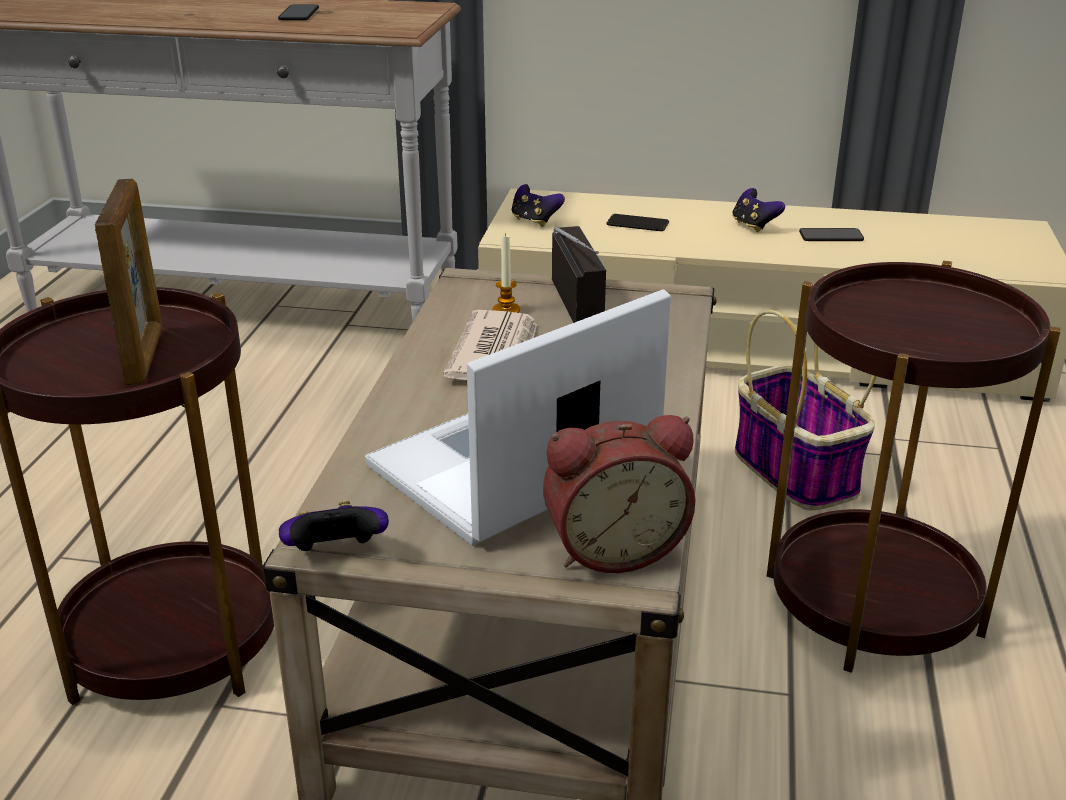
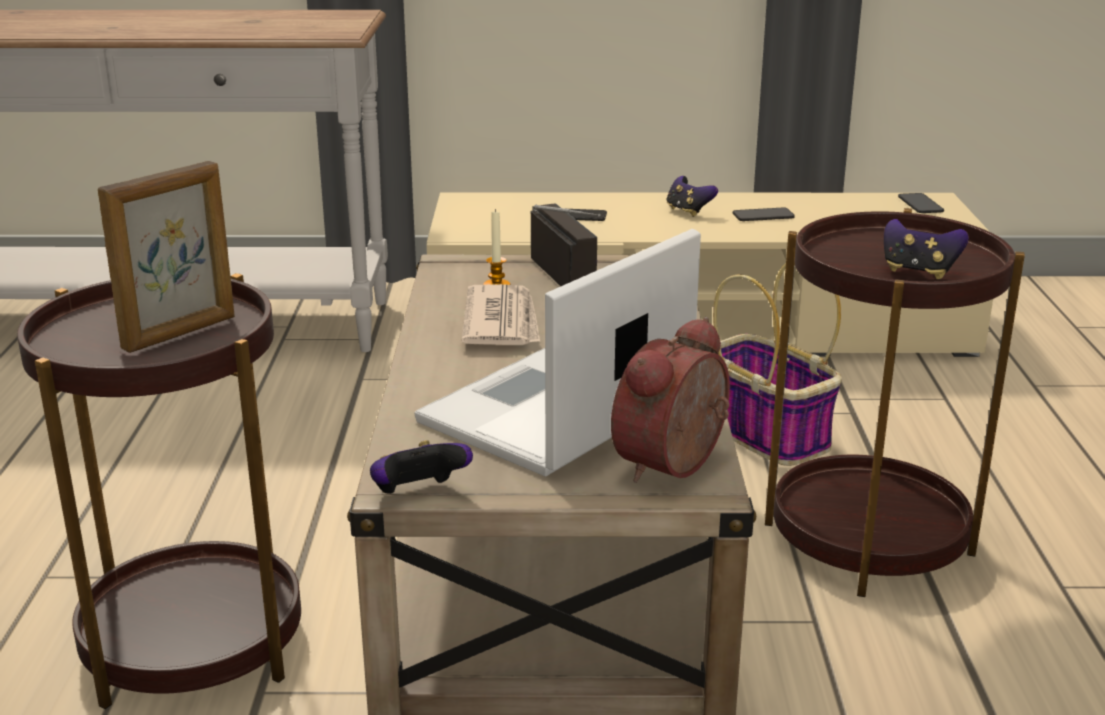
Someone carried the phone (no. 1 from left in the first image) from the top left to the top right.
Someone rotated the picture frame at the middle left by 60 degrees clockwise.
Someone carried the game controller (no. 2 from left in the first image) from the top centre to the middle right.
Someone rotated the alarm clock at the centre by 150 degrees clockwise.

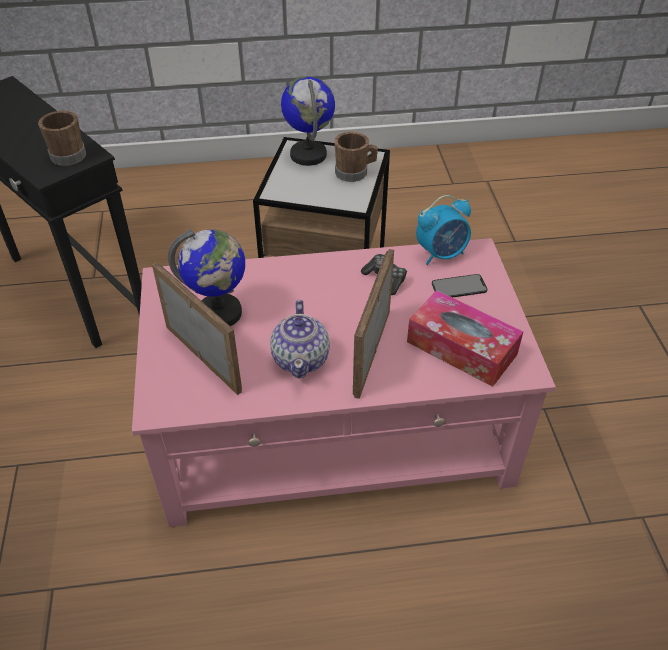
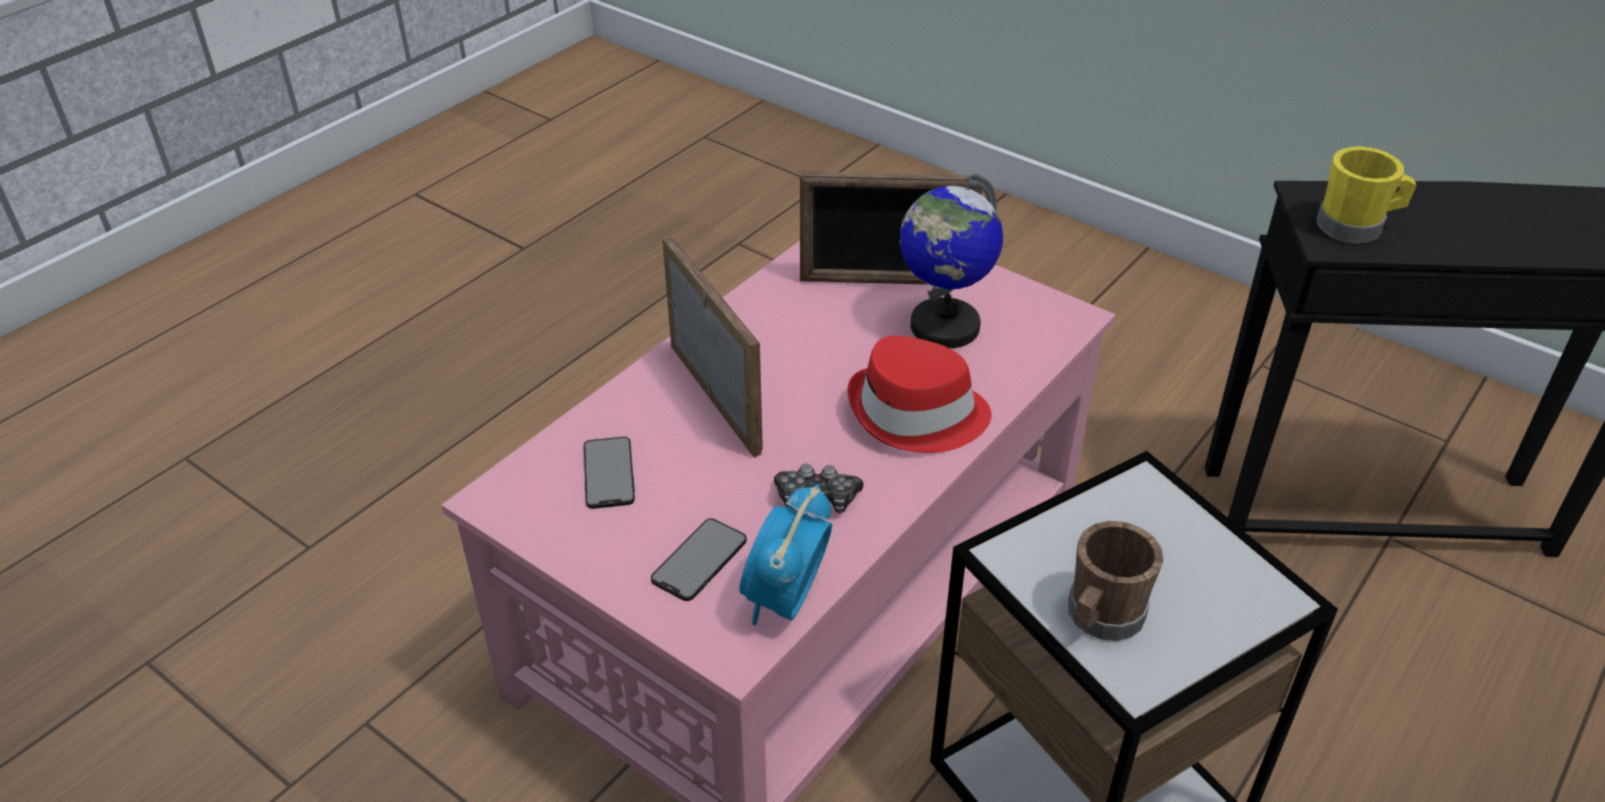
Someone took away the globe (no. 2 from left) at the top centre.
Someone repainted the brown mug (no. 1 from left) at the top left, which became the yellow mug at the top right.
Someone swapped the tissue box at the middle right for the phone (no. 1 from left) at the centre.
Someone took away the teapot at the centre.
Someone put down the red hat at the centre.

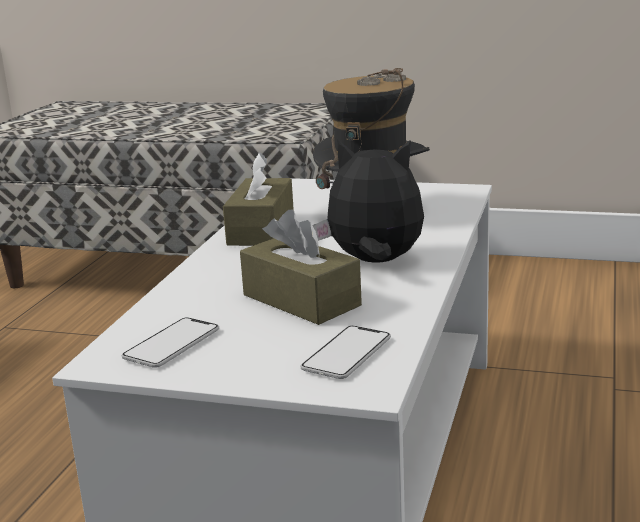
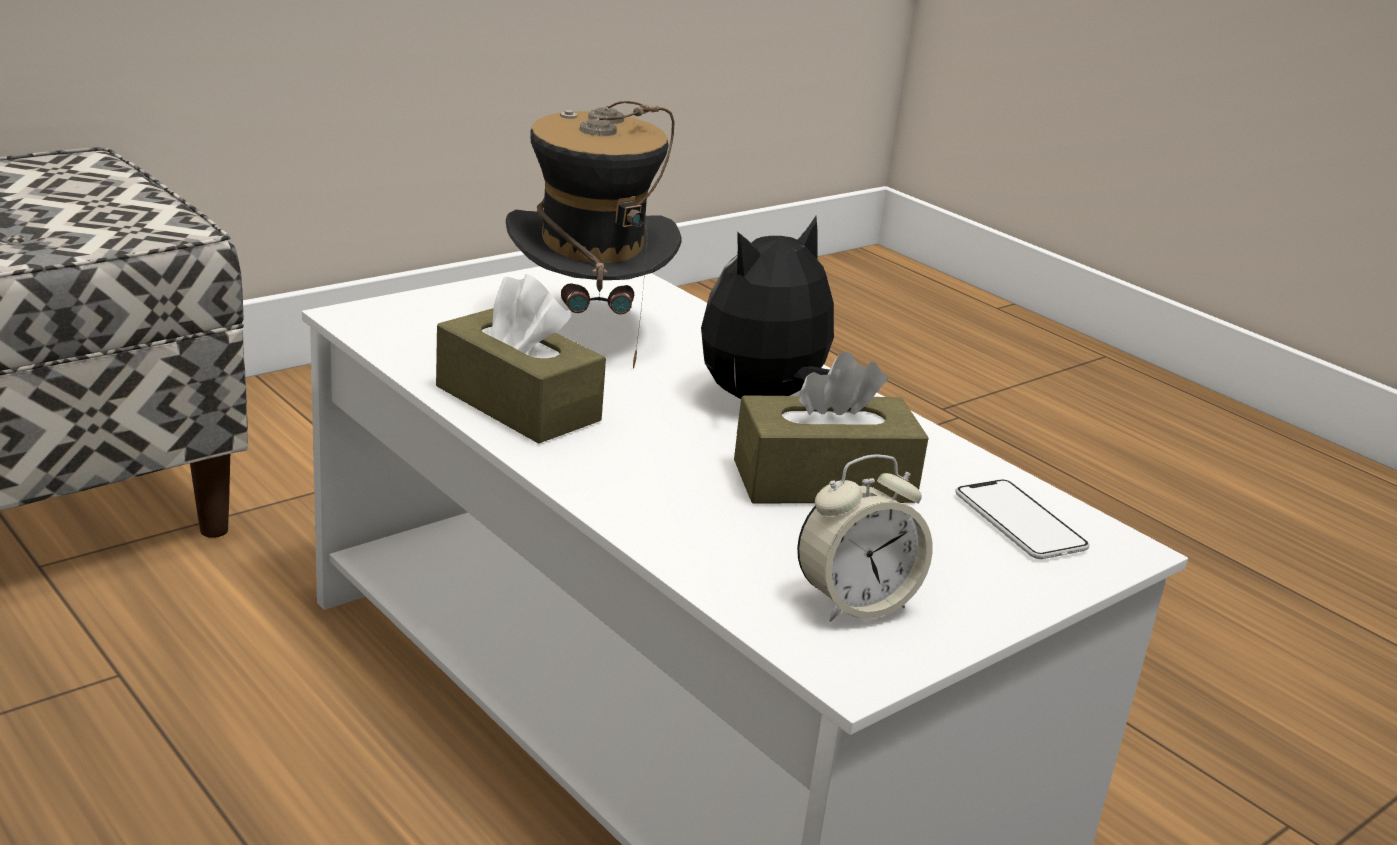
Someone swapped the phone (no. 1 from left) at the middle left for the alarm clock at the centre.

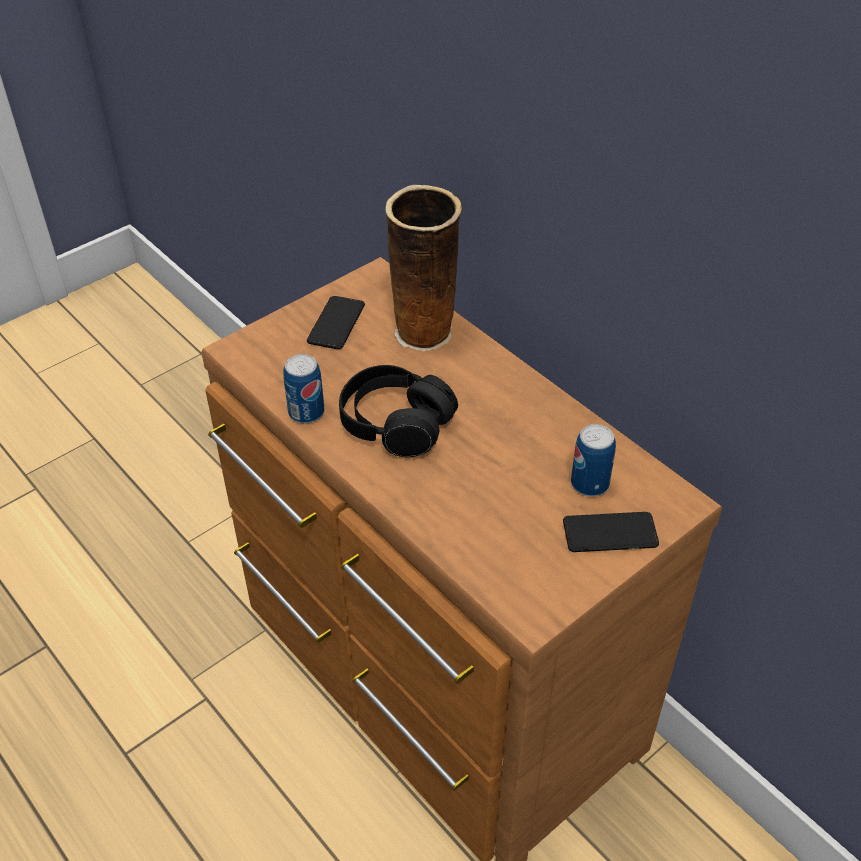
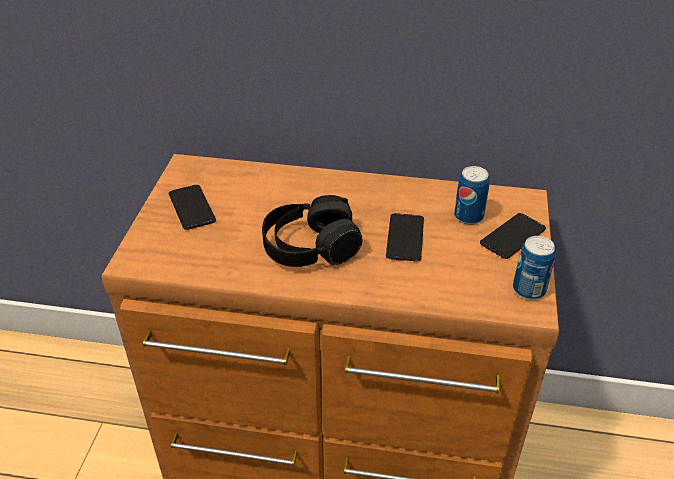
Someone took away the vase at the top centre.
Someone carried the can (no. 1 from left in the first image) from the centre to the middle right.
Someone put down the phone (no. 2 from left) at the centre.

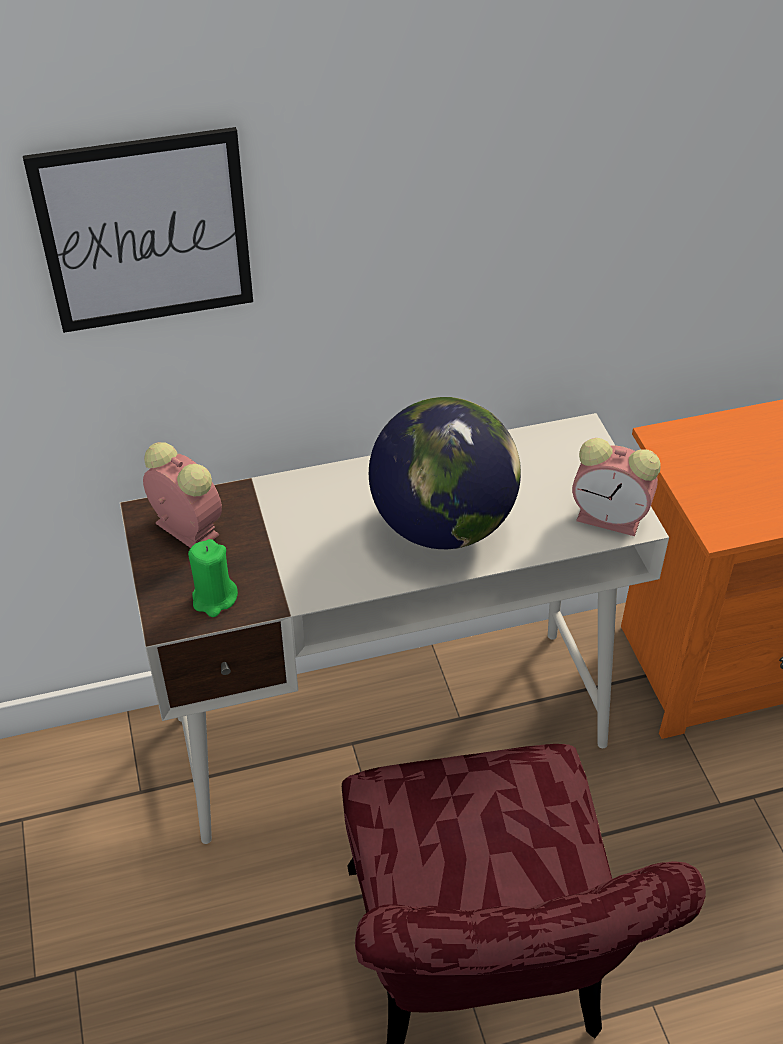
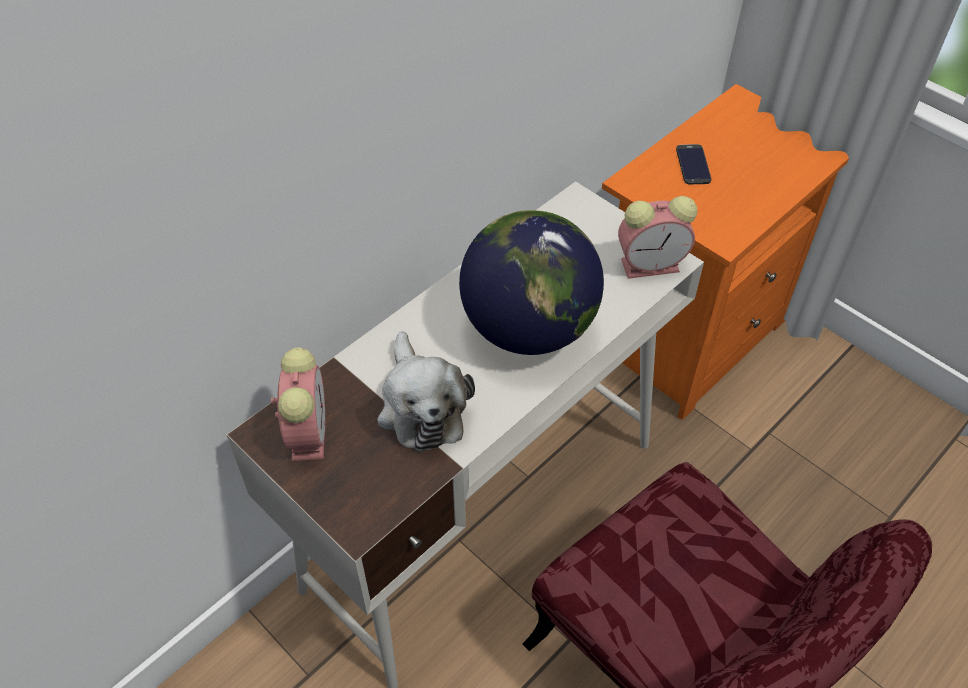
Someone took away the picture at the top left.
Someone rotated the alarm clock (no. 1 from left) at the middle left by 75 degrees clockwise.
Someone took away the green candle at the middle left.
Someone put down the phone at the top right.
Someone put down the plush toy at the centre.

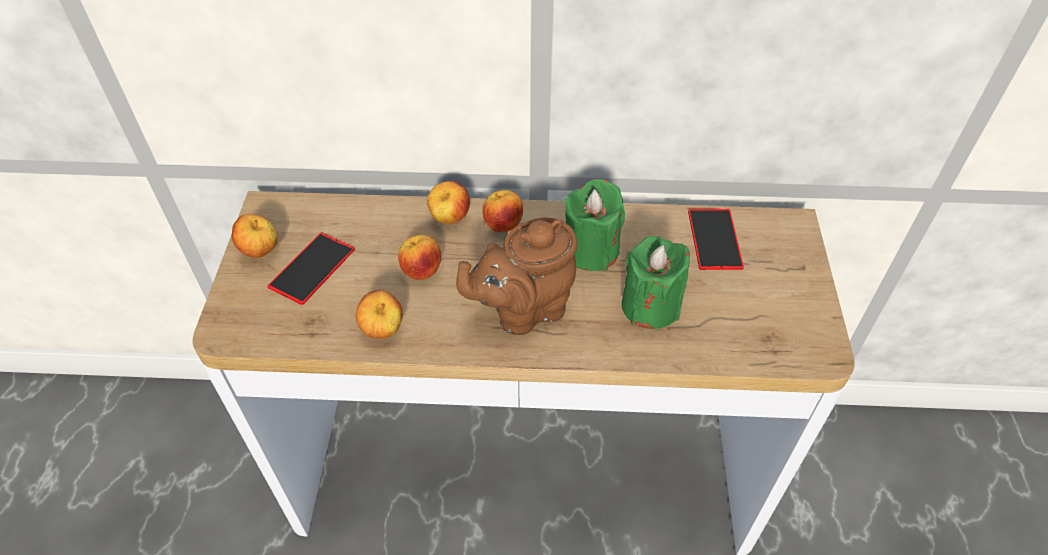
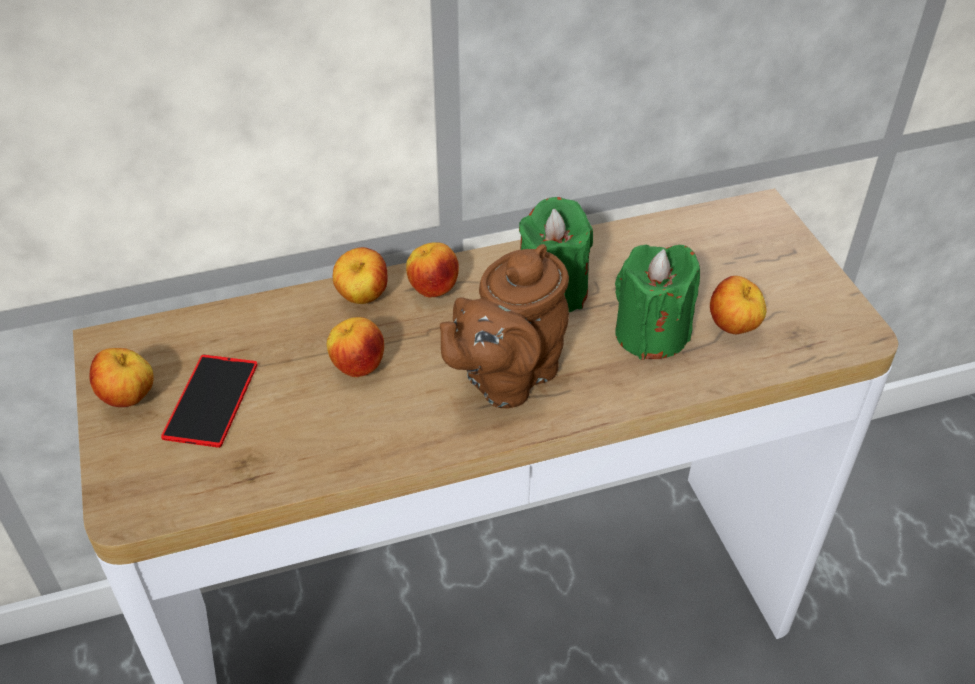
Someone took away the phone (no. 2 from left) at the middle right.
Someone carried the apple (no. 2 from left in the first image) from the centre to the middle right.

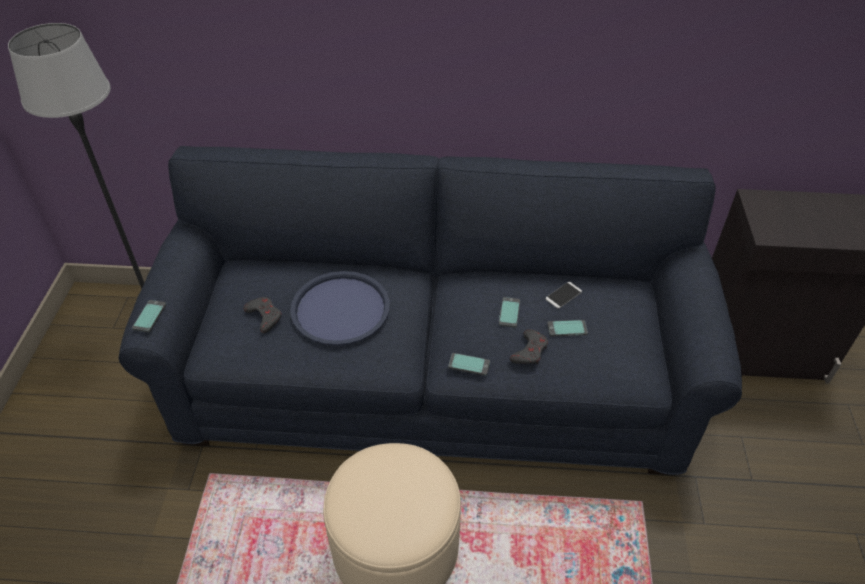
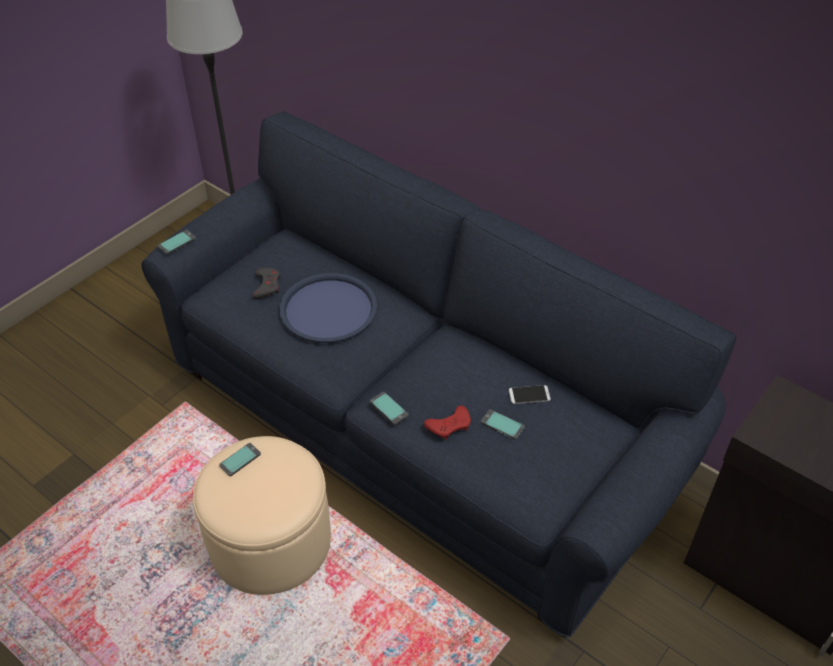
Someone carried the phone (no. 3 from left in the first image) from the centre to the bottom left.
Someone repainted the grey game controller (no. 2 from left) at the centre, which became the red game controller at the centre.

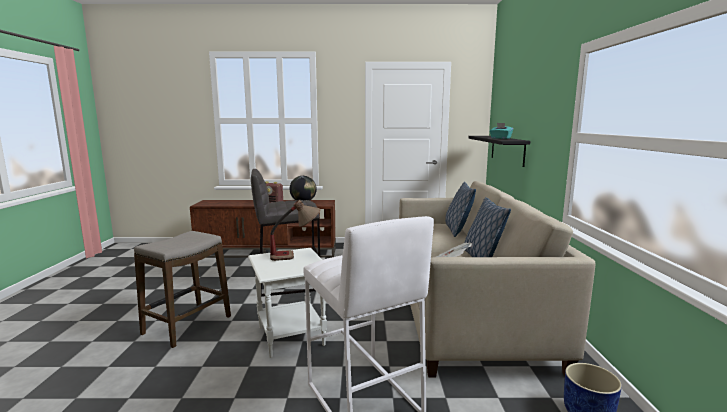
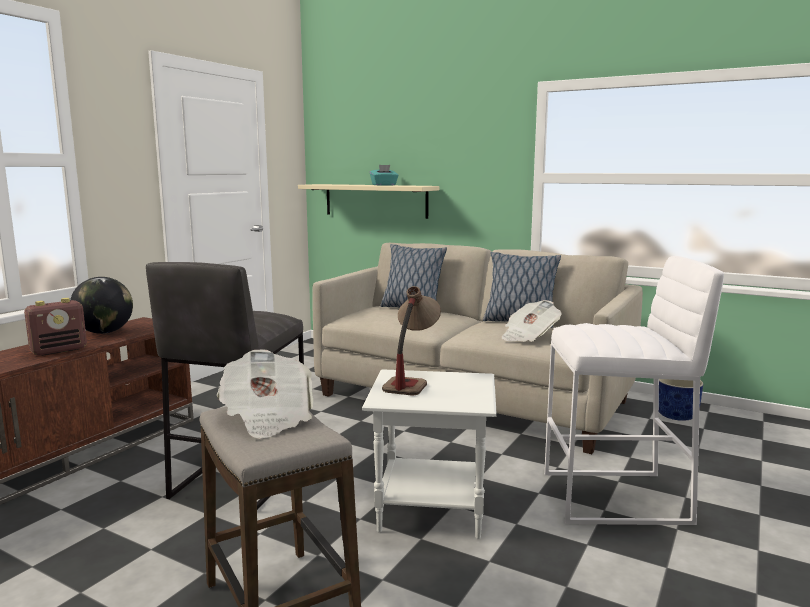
Someone repainted the black shelf at the middle right, which became the beige shelf at the top centre.
Someone put down the newspaper (no. 1 from left) at the middle left.

